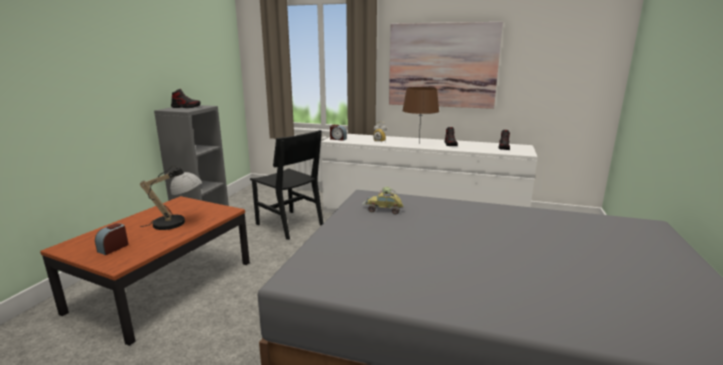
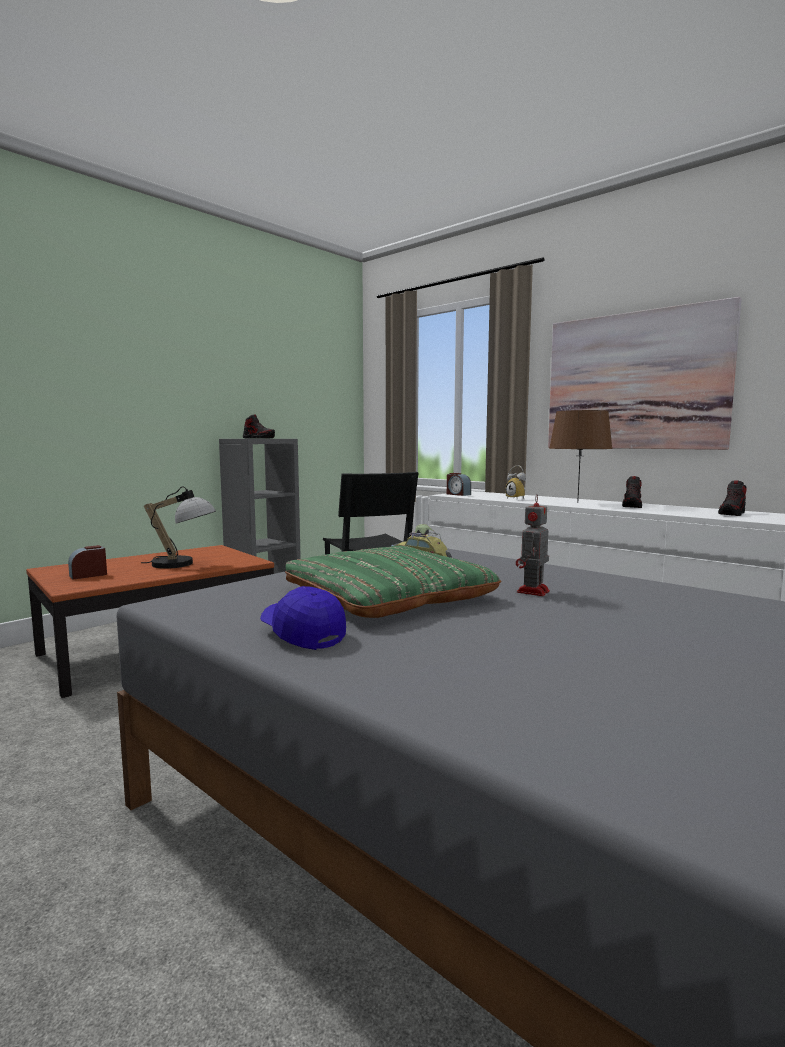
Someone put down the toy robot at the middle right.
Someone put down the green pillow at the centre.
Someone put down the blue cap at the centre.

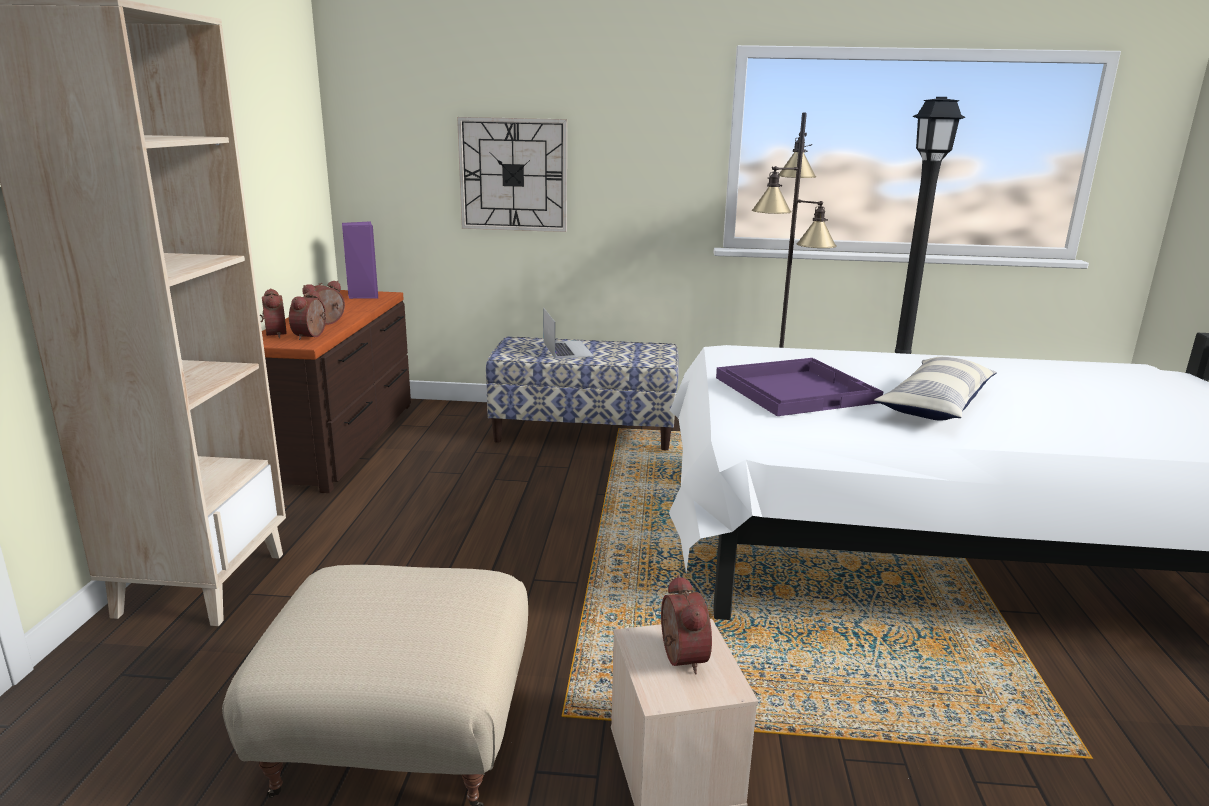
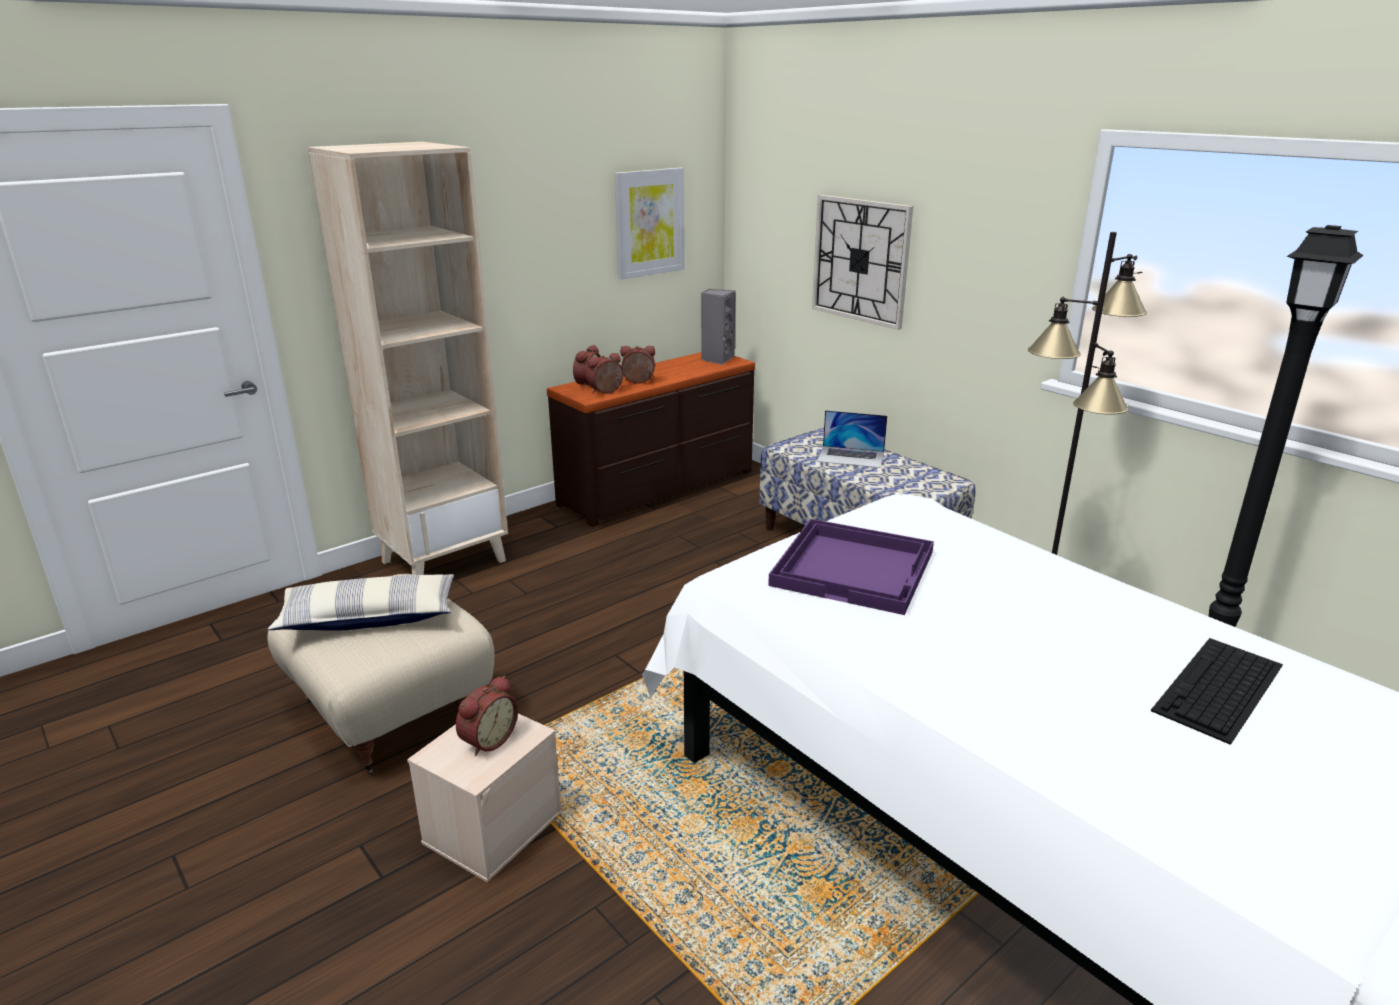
Someone repainted the purple speaker at the top left, which became the grey speaker at the top centre.
Someone rotated the laptop at the centre by 75 degrees clockwise.
Someone carried the pillow from the middle right to the middle left.
Someone put up the picture at the top centre.
Someone put down the keyboard at the bottom right.

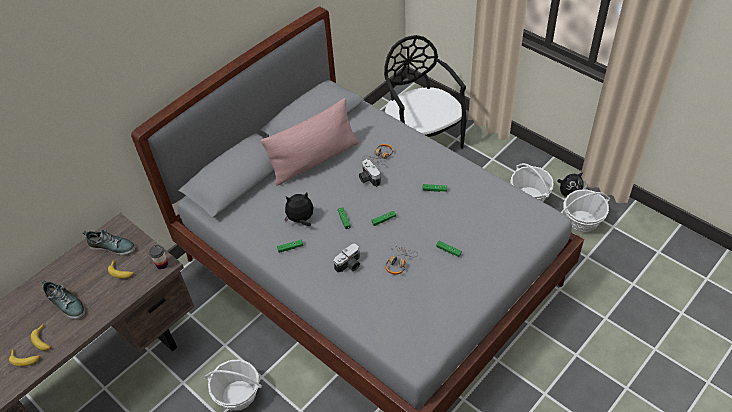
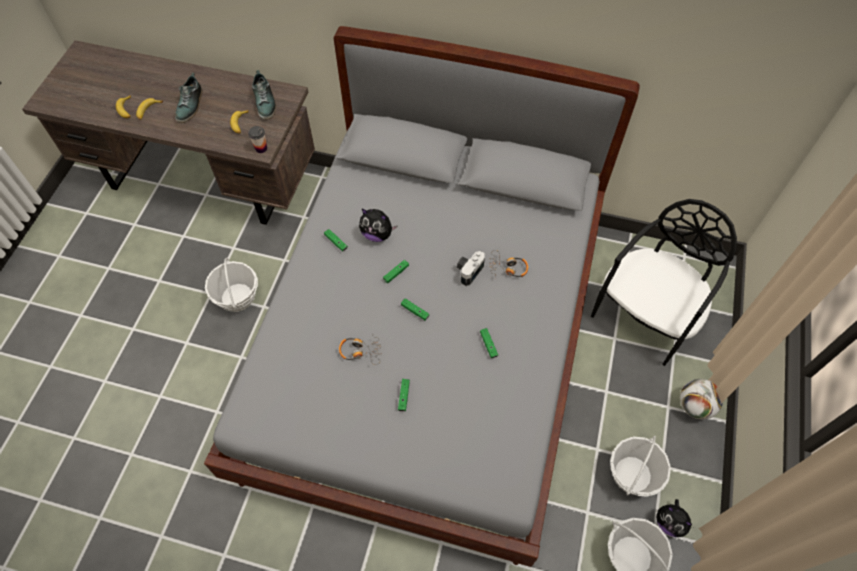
Someone took away the pink pillow at the centre.
Someone rotated the plush toy (no. 1 from left) at the centre by 150 degrees clockwise.
Someone took away the photo camera (no. 1 from left) at the centre.
Someone put down the football at the bottom right.

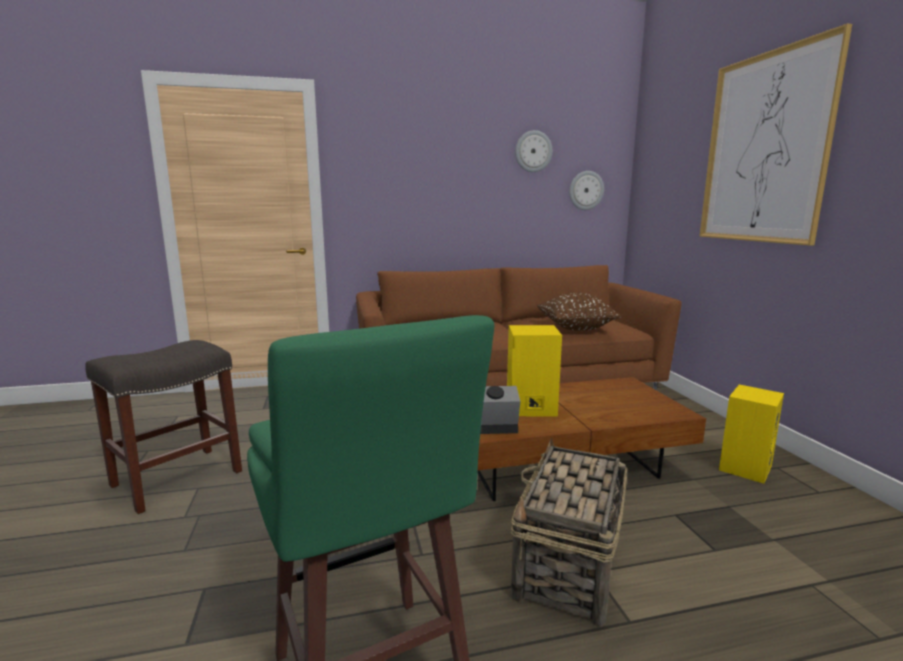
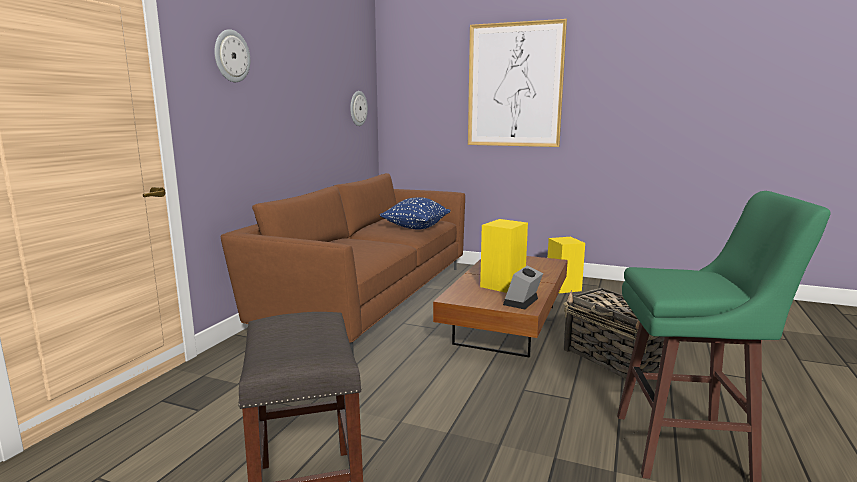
Someone carried the wall clock (no. 1 from left) from the top centre to the top left.
Someone repainted the brown pillow at the centre, which became the blue pillow at the centre.

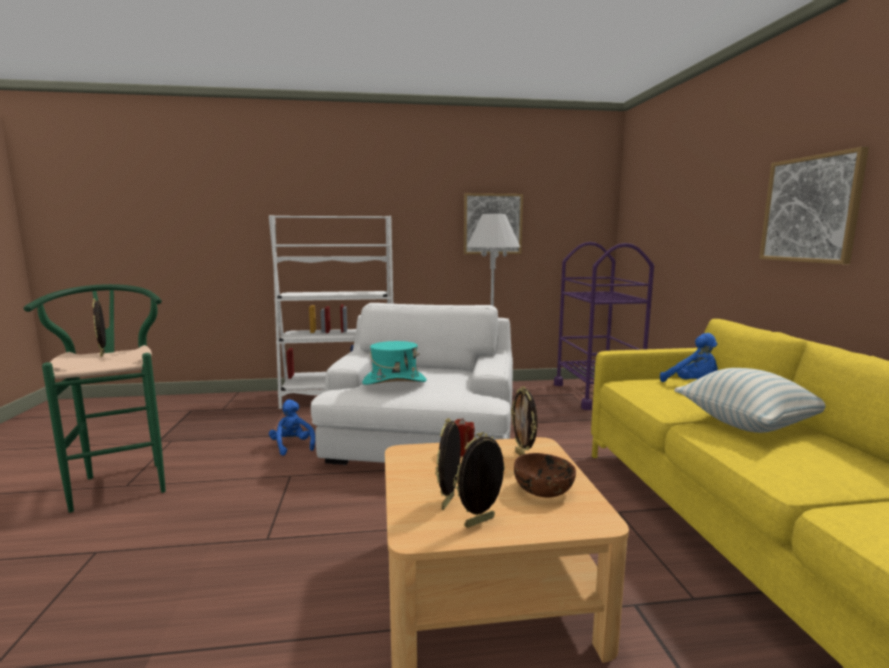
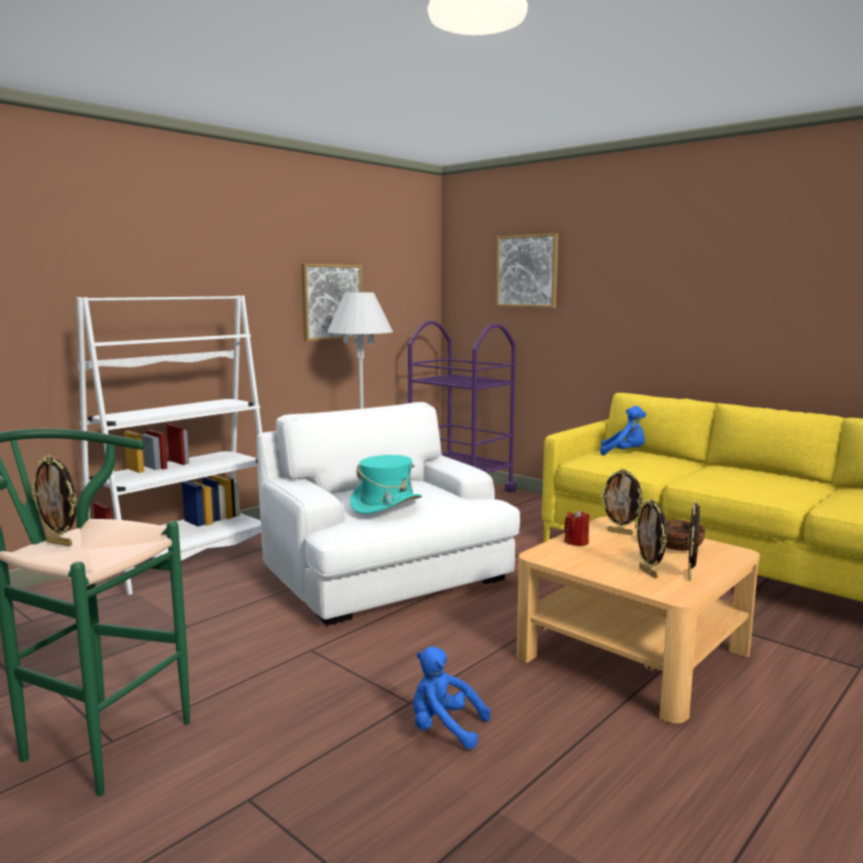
Someone carried the picture (no. 2 from left) from the top right to the top centre.
Someone took away the pillow at the middle right.
Someone carried the blue plush toy (no. 1 from left) from the middle left to the bottom centre.

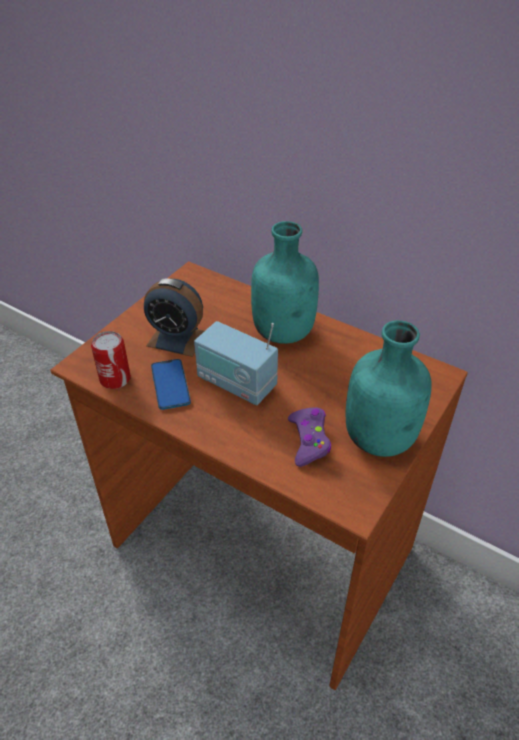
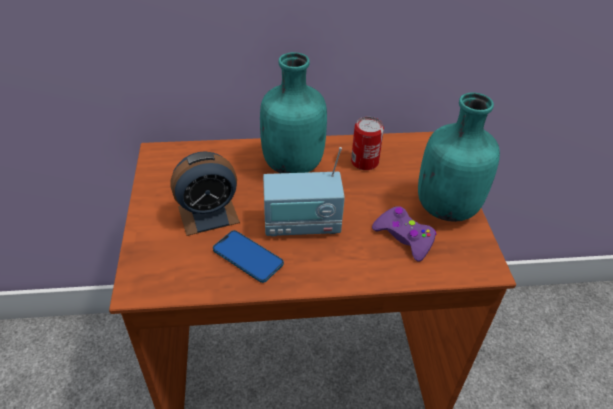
Someone carried the can from the middle left to the centre.

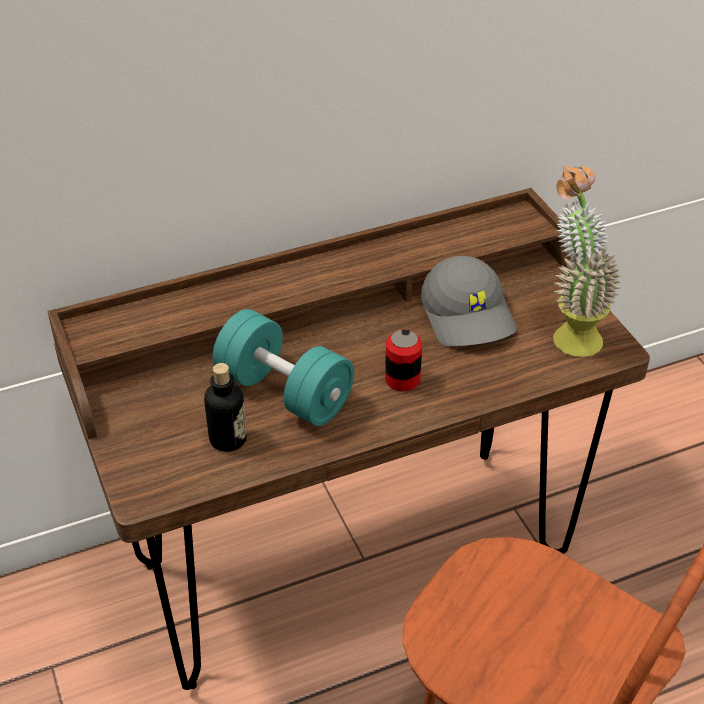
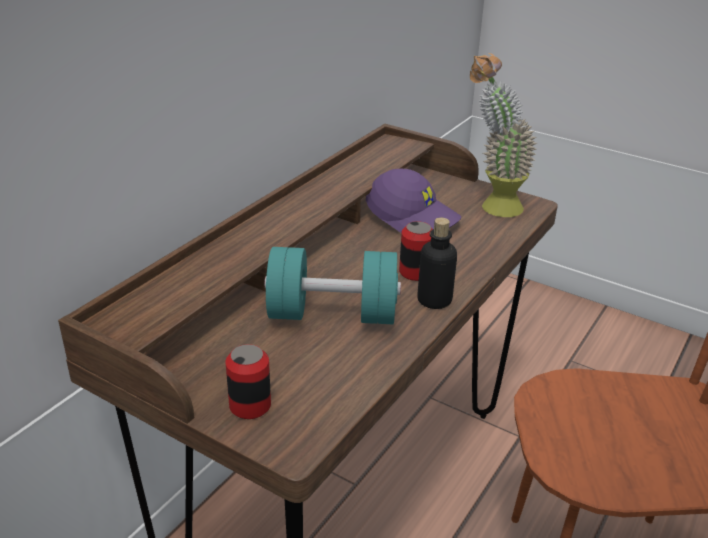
Someone repainted the grey cap at the centre, which became the purple cap at the centre.
Someone carried the bottle from the middle left to the centre.
Someone put down the can (no. 1 from left) at the bottom centre.

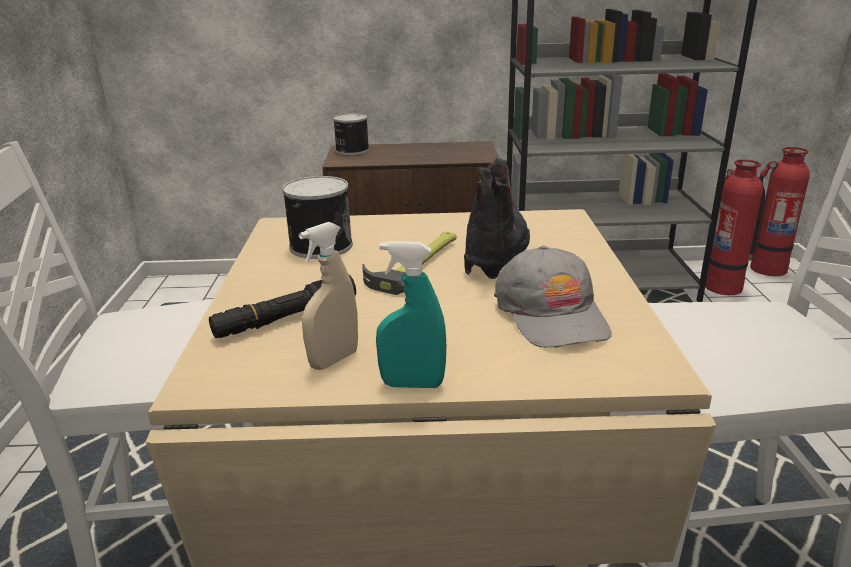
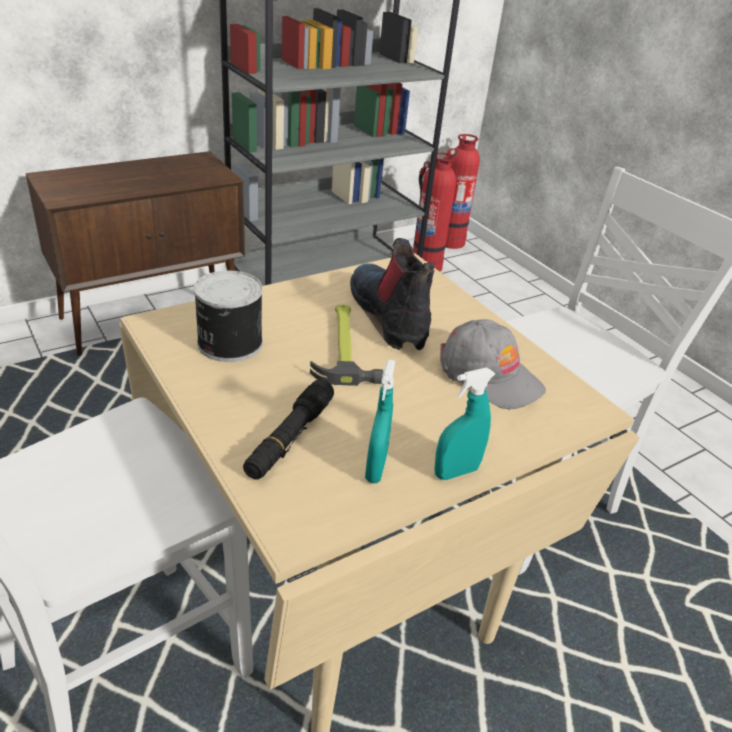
Someone took away the can (no. 2 from left) at the top centre.
Someone repainted the beige spray bottle at the centre, which became the turquoise spray bottle (no. 1 from left) at the centre.

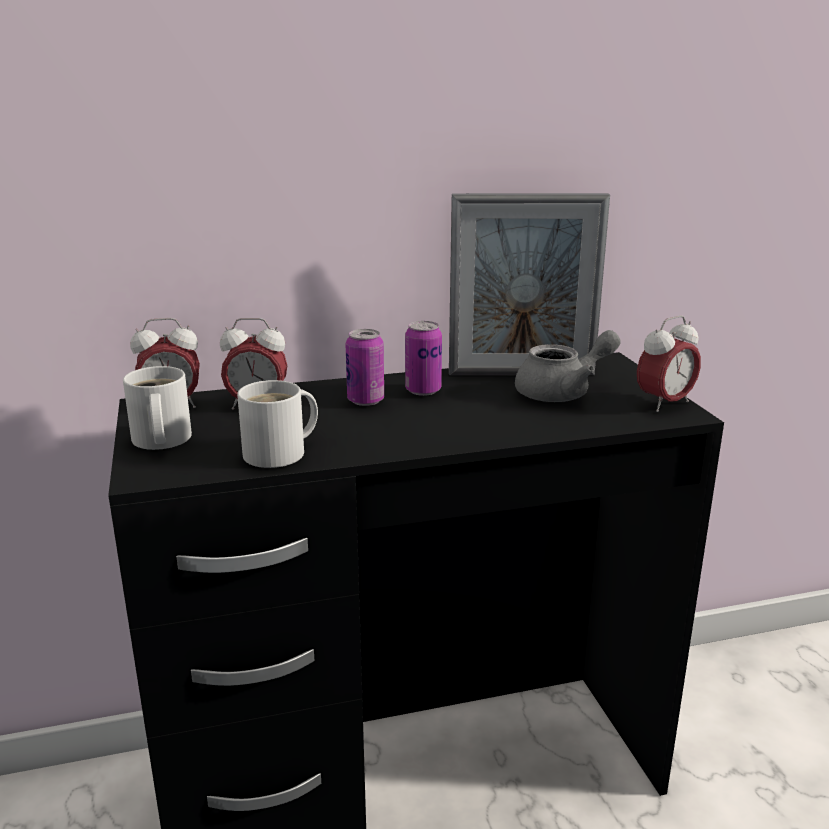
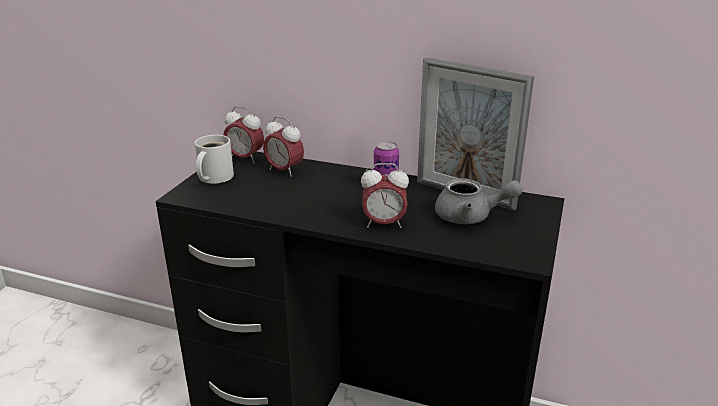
Someone carried the alarm clock (no. 3 from left) from the middle right to the centre.
Someone took away the can (no. 1 from left) at the centre.
Someone took away the white mug (no. 2 from left) at the centre.

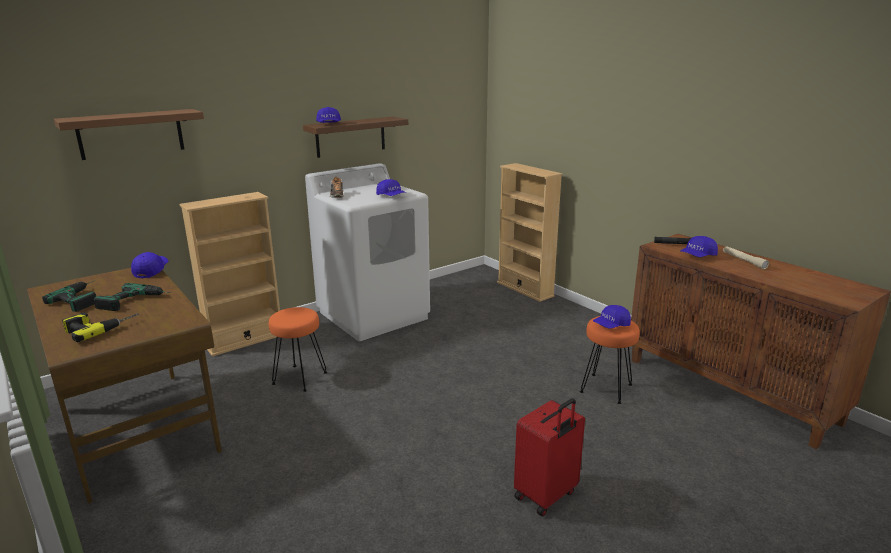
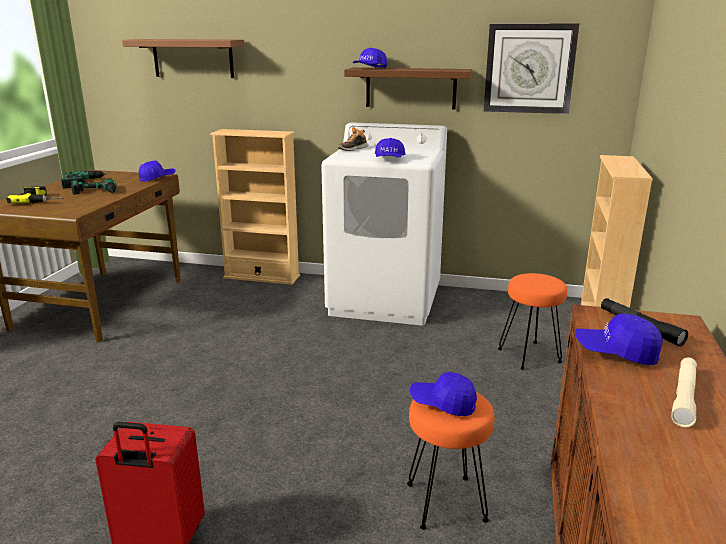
Someone carried the orange stool (no. 1 from left in the first image) from the centre to the middle right.
Someone put up the wall clock at the top right.

